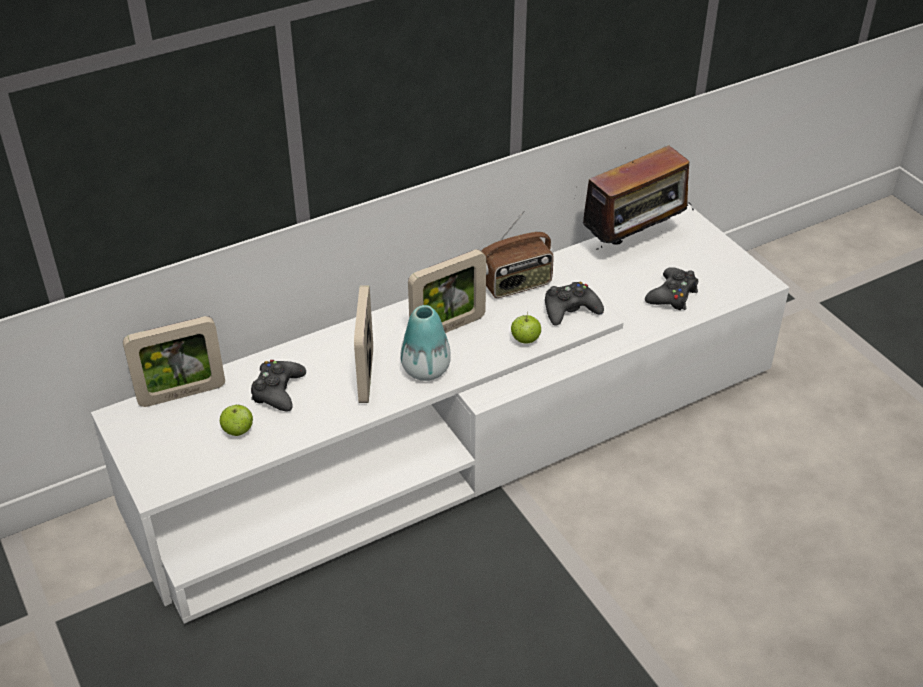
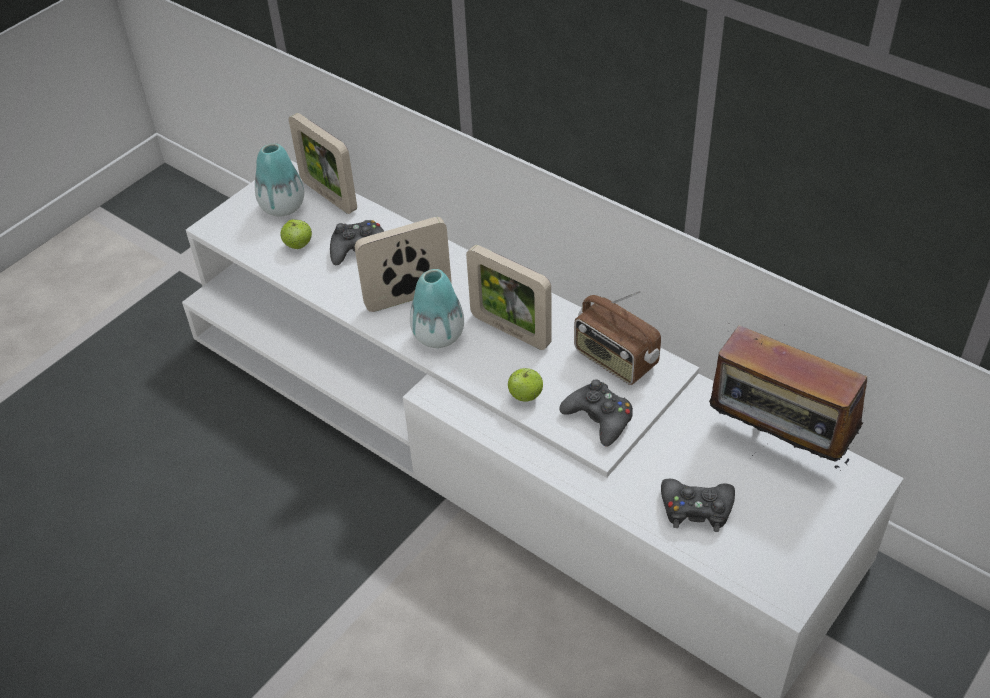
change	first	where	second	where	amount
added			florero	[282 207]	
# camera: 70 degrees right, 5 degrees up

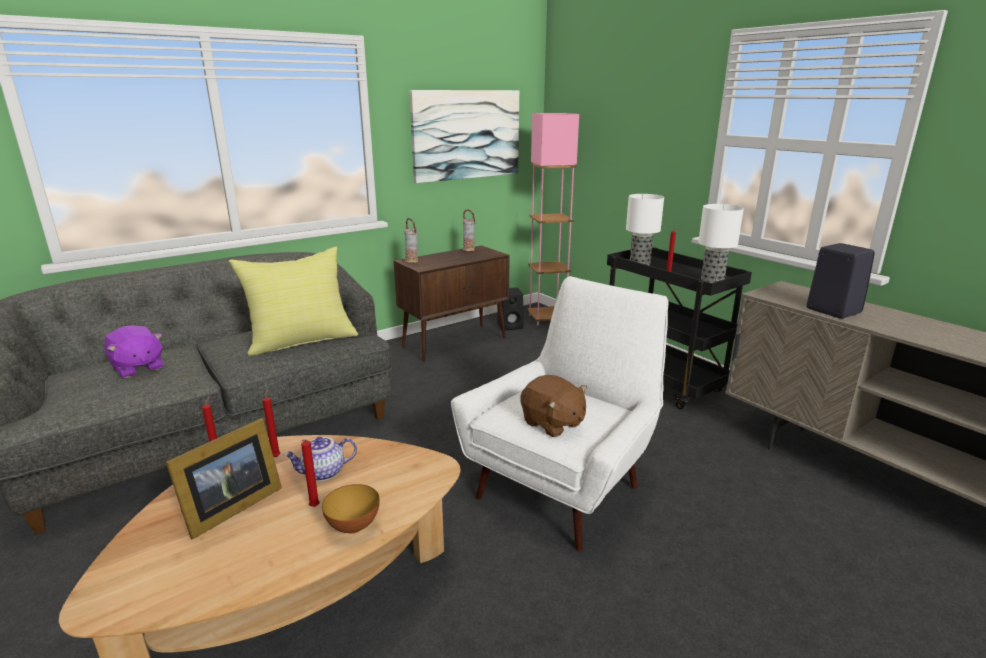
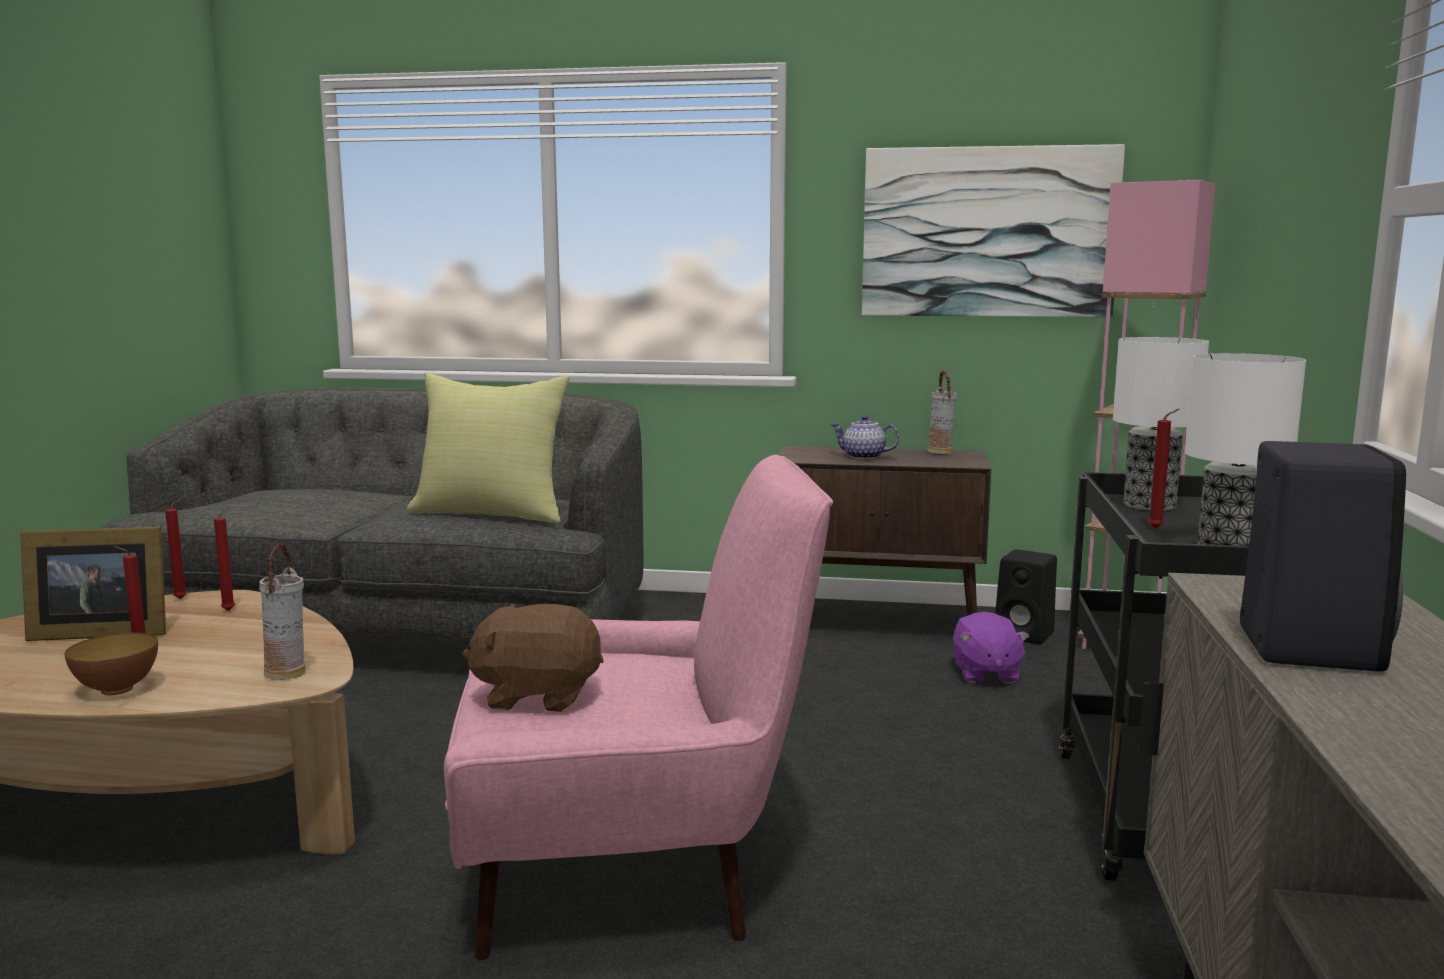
change	first	where	second	where	amount
moved	florero	[412 261]		[287 674]	
recoloured	sillón/blanco	[564 486]	sillón/rosa	[633 873]	
turned	peluche/marrón	[552 423]		[538 695]	90 degrees clockwise
moved	tetera	[323 473]		[863 457]	
moved	peluche/morado	[137 368]		[985 674]	
# camera: 45 degrees right, 10 degrees down

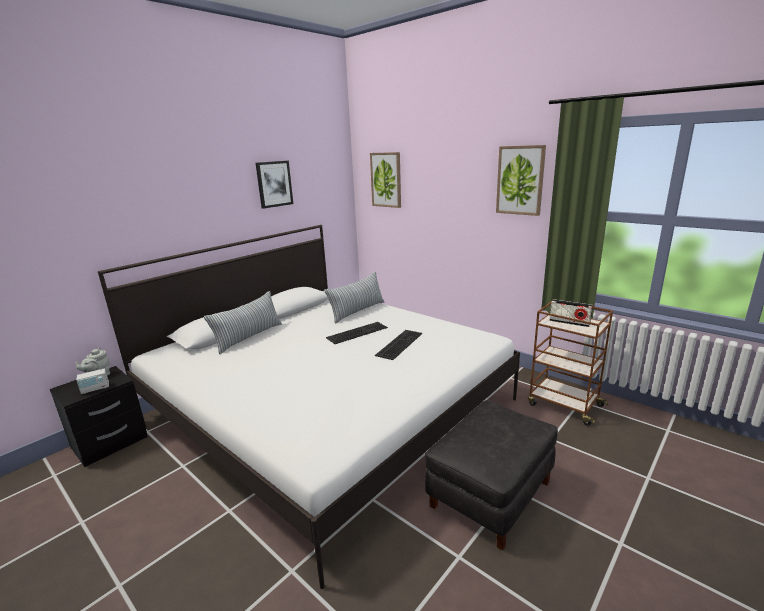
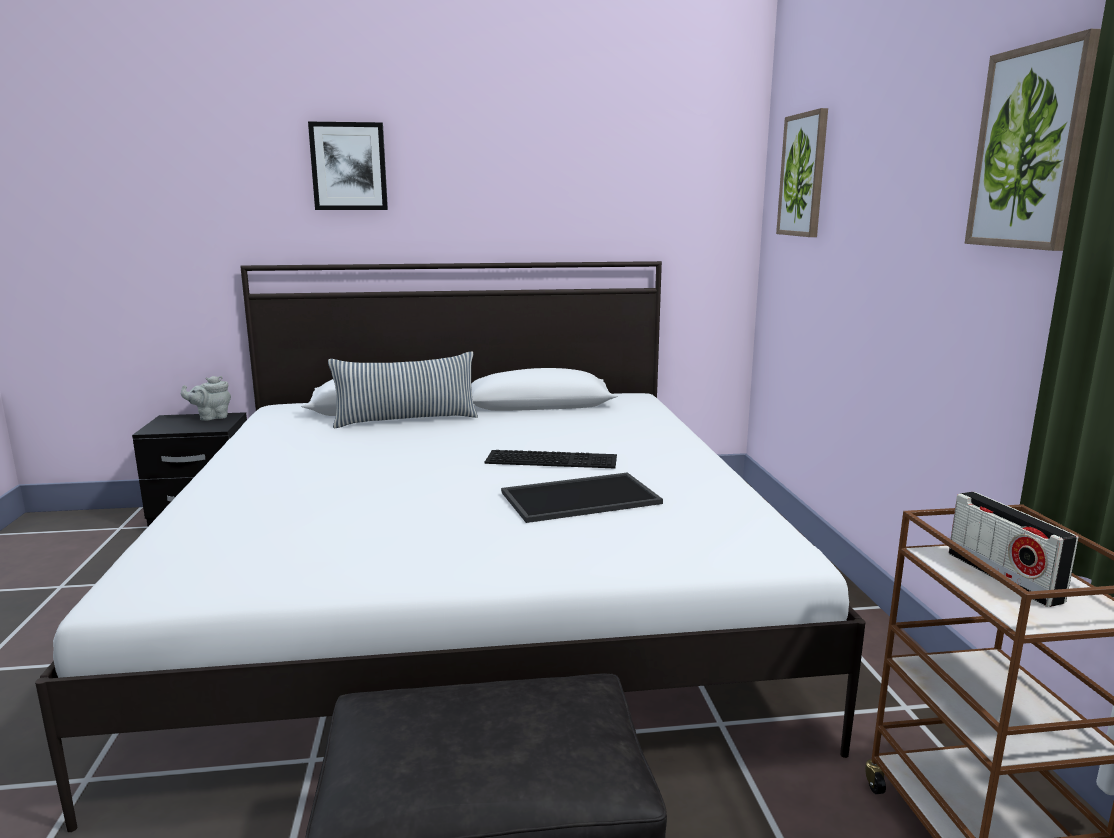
change	first	where	second	where	amount
moved	cuadro	[274 184]		[349 166]	
replaced	teclado	[398 343]	bandeja	[581 497]	
removed	radio	[95 389]			
removed	cojín	[357 311]			
# camera: 40 degrees right, 5 degrees down

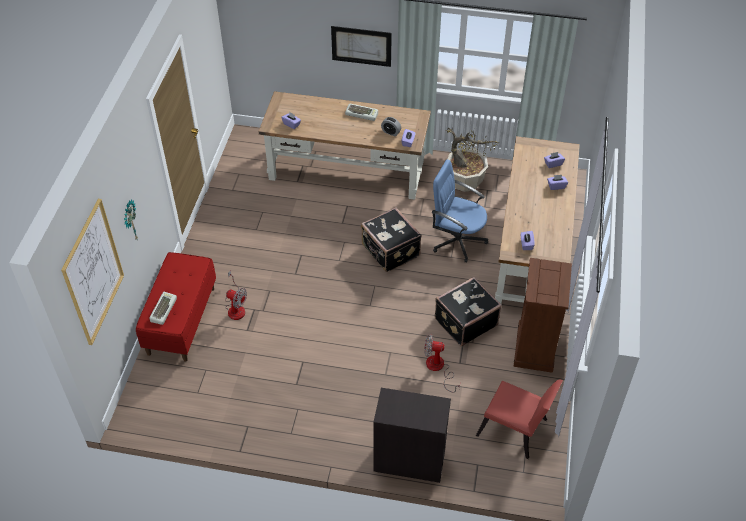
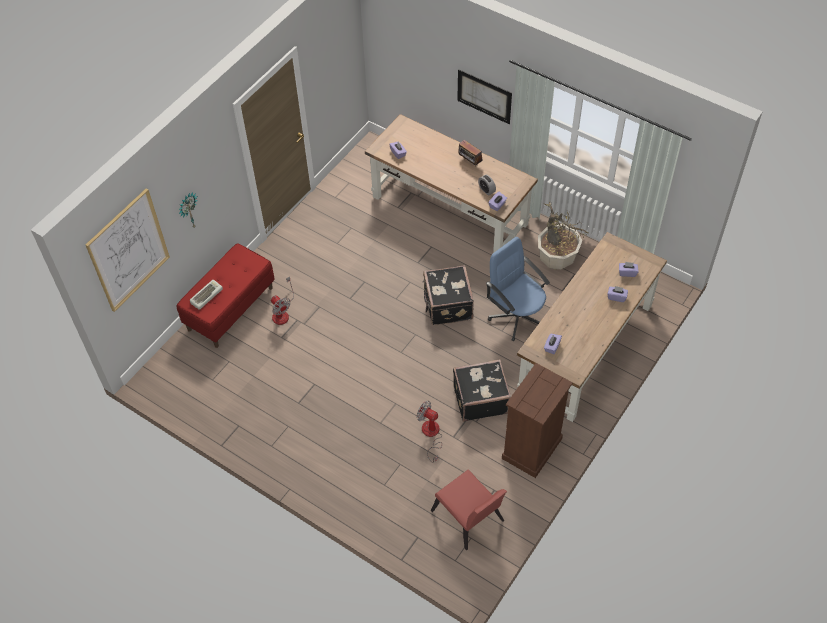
change	first	where	second	where	amount
replaced	teclado	[362 114]	radio	[469 162]	
removed	armario/negro	[409 460]			
# camera: 25 degrees right, 5 degrees up

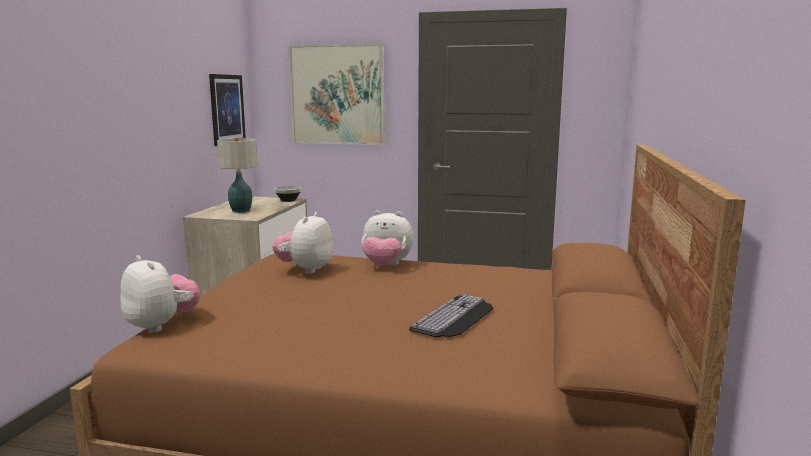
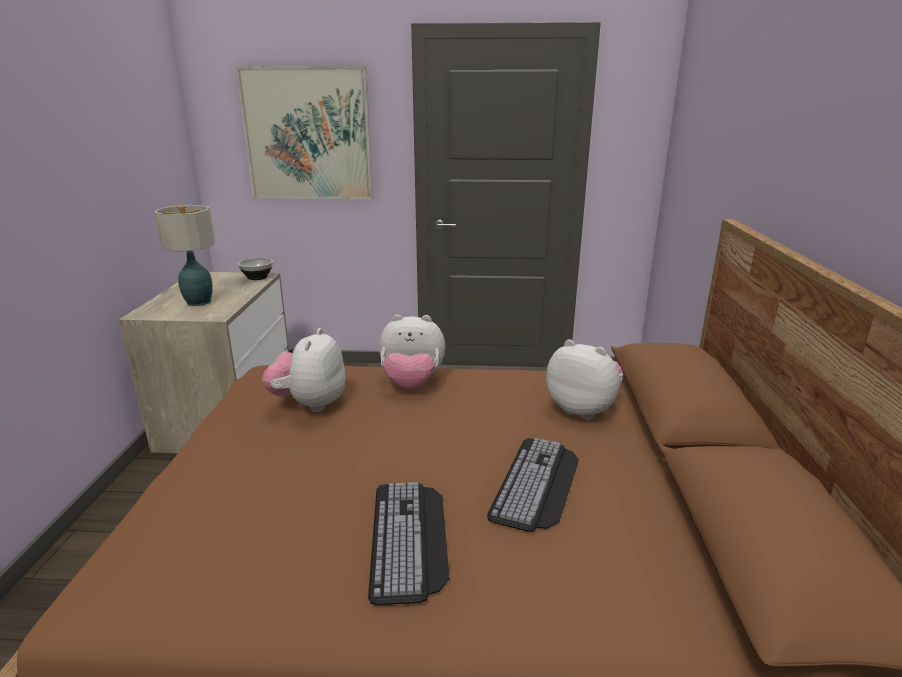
change	first	where	second	where	amount
added			teclado	[410 538]	
moved	peluche	[161 325]		[583 409]	
removed	cuadro	[227 109]			
# camera: 10 degrees left, 10 degrees up

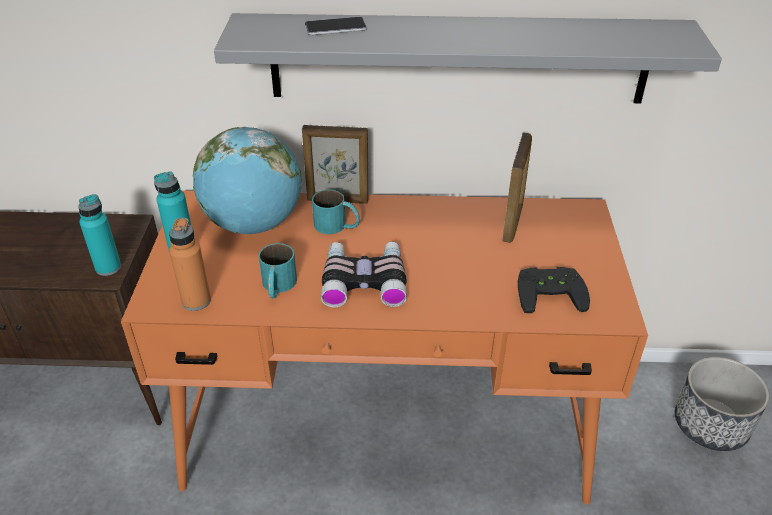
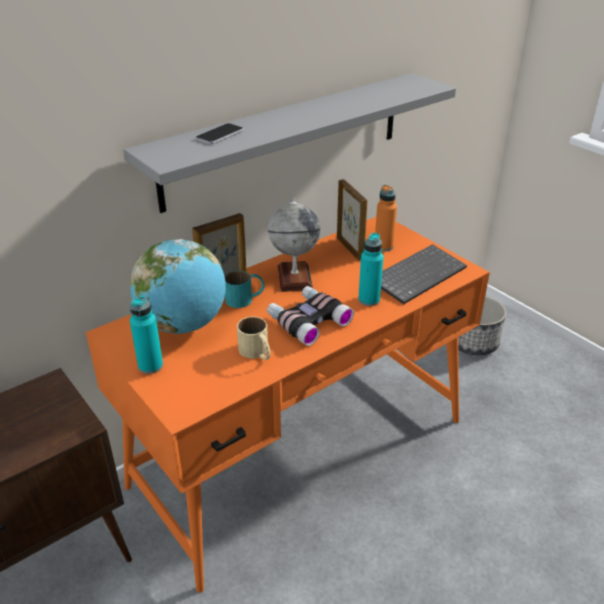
change	first	where	second	where	amount
recoloured	taza grande/turquesa	[277 287]	taza grande/beis	[257 353]	
added			globo terráqueo	[294 277]	
moved	botella/turquesa	[108 267]		[369 300]	
moved	botella/naranja	[196 301]		[383 246]	
replaced	mando de consola/negro	[549 291]	teclado	[417 274]	
# camera: 40 degrees left, 5 degrees down

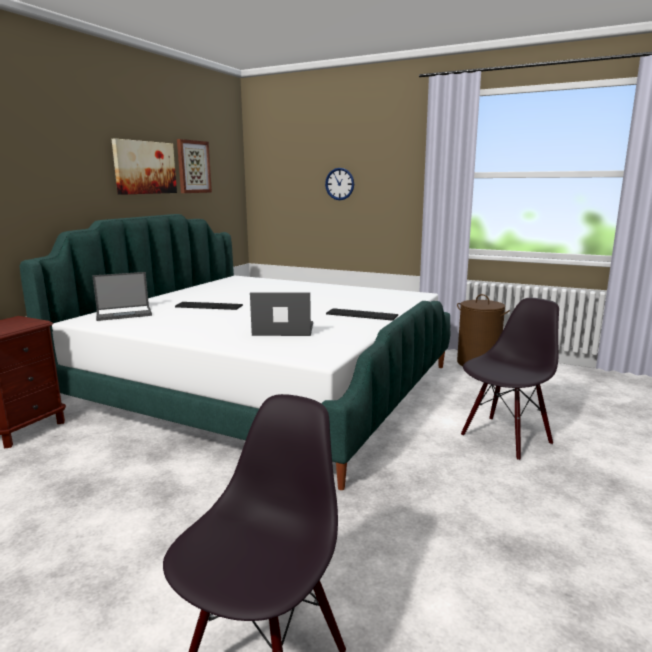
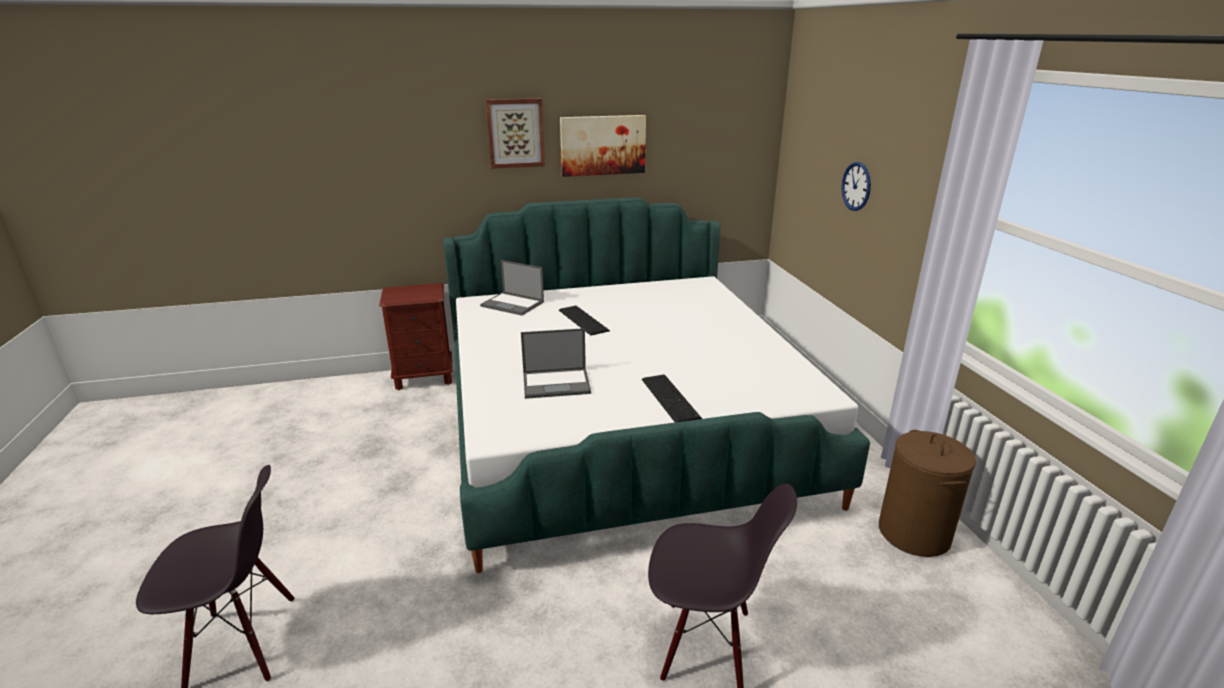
change	first	where	second	where	amount
moved	cuadro	[193 167]		[515 133]	
turned	portátil	[282 329]		[557 383]	120 degrees clockwise
# camera: 50 degrees right, 10 degrees up

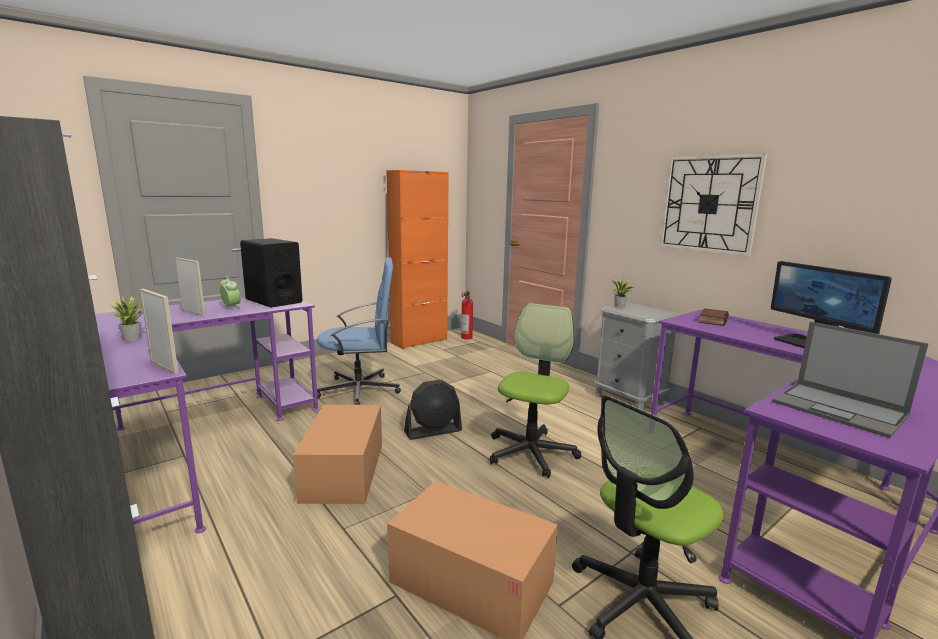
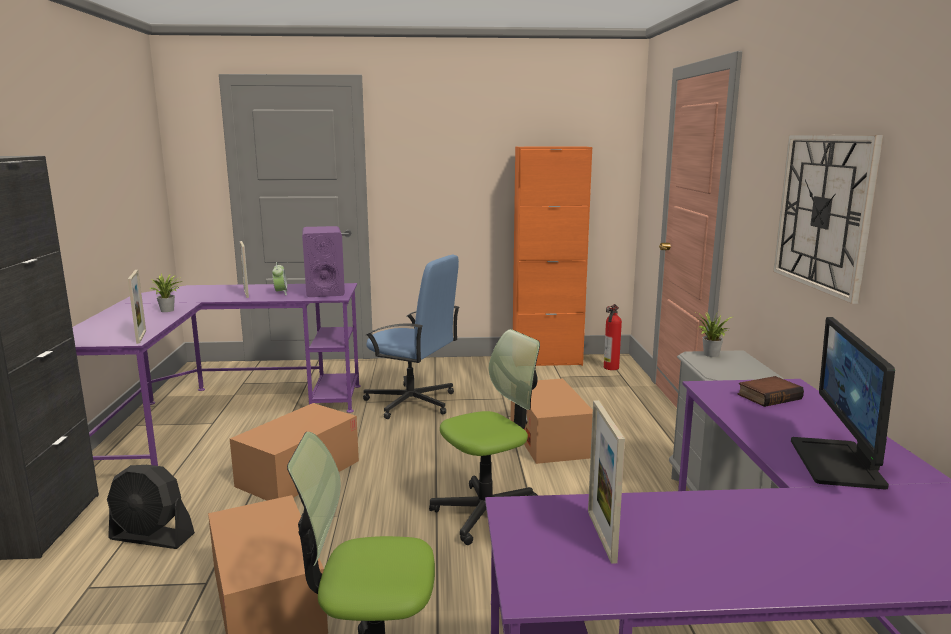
change	first	where	second	where	amount
moved	ventilador/negro	[433 431]		[152 537]	
recoloured	altavoz/negro	[273 301]	altavoz/morado	[325 291]	
added			caja de cartón	[549 439]	
replaced	portátil	[840 409]	portarretratos	[601 535]	
# camera: 35 degrees right, 0 degrees up

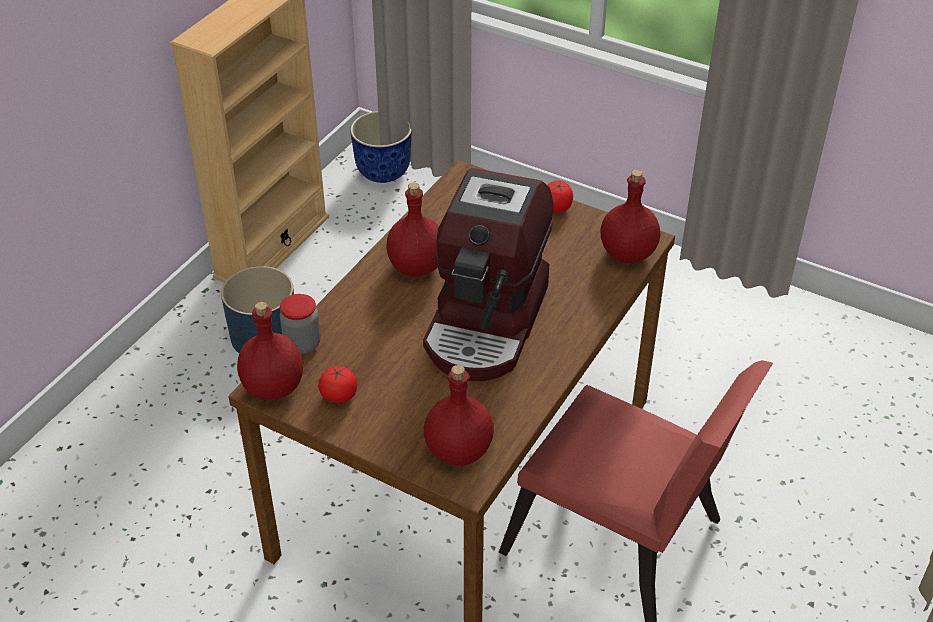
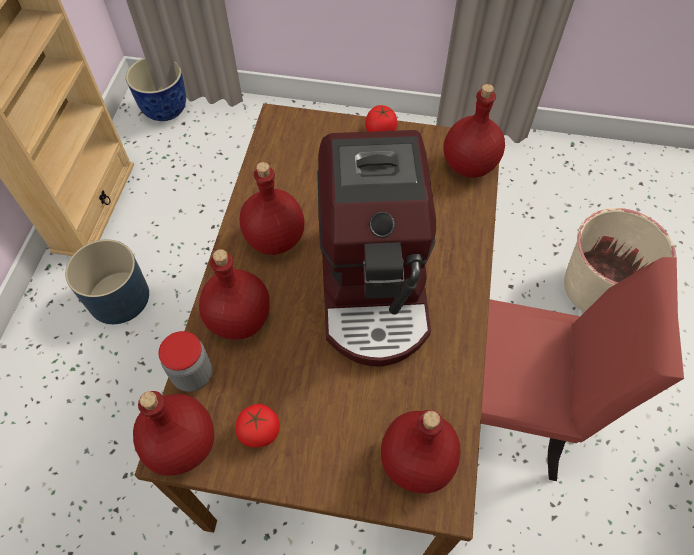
change	first	where	second	where	amount
added			botella/rojo	[240 318]	
added			cubo/beis	[600 288]	
# camera: 20 degrees left, 15 degrees up

